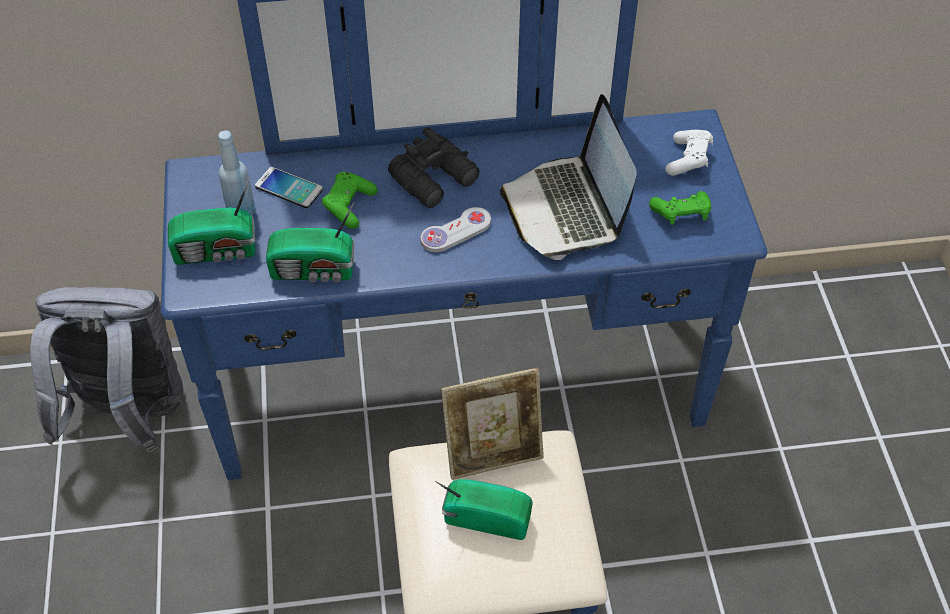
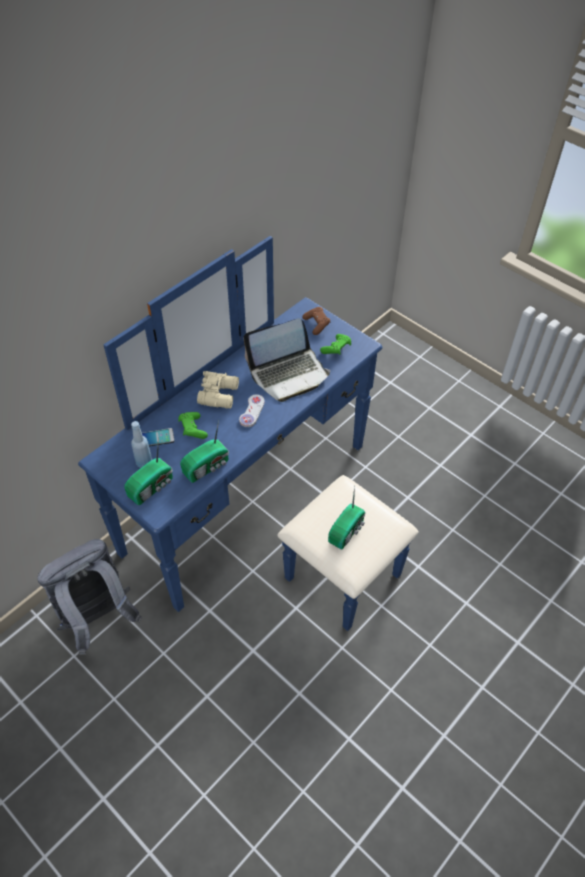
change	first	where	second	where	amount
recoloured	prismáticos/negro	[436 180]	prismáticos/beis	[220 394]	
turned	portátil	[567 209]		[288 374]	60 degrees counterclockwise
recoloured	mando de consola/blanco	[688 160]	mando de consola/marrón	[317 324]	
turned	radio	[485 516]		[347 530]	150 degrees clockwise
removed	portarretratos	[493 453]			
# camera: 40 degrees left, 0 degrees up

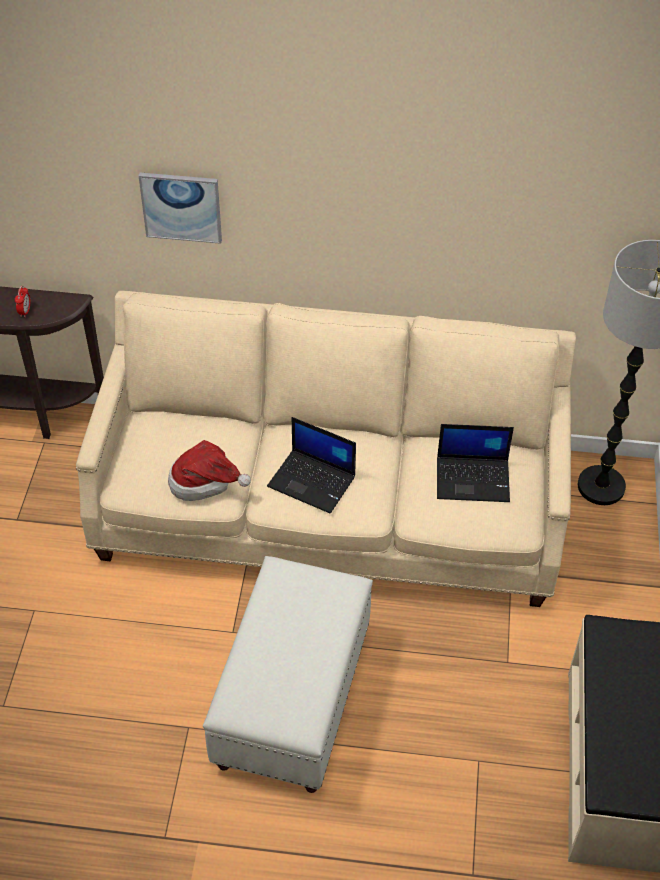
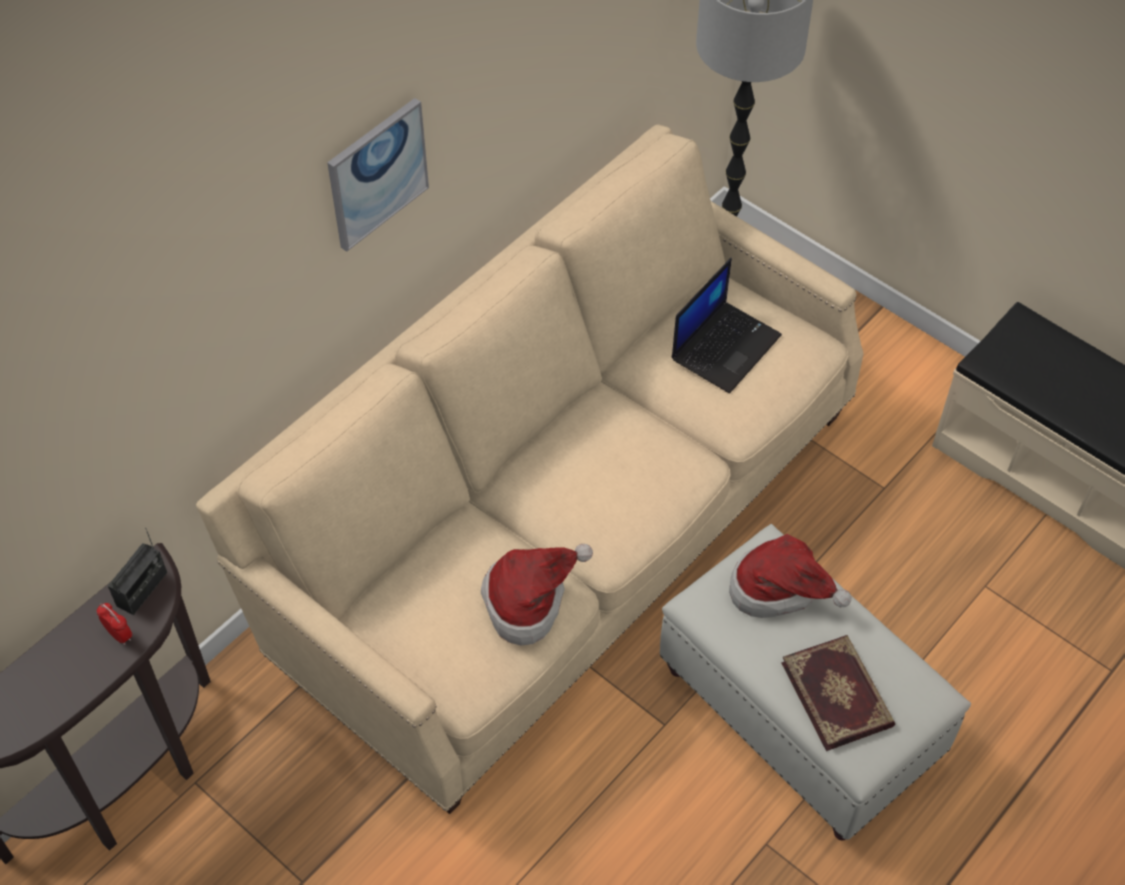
change	first	where	second	where	amount
added			radio	[142 589]	
moved	cuadro	[181 206]		[377 173]	
added			sombrero	[780 589]	
added			libro	[838 694]	
removed	portátil	[313 481]			
# camera: 55 degrees left, 5 degrees up

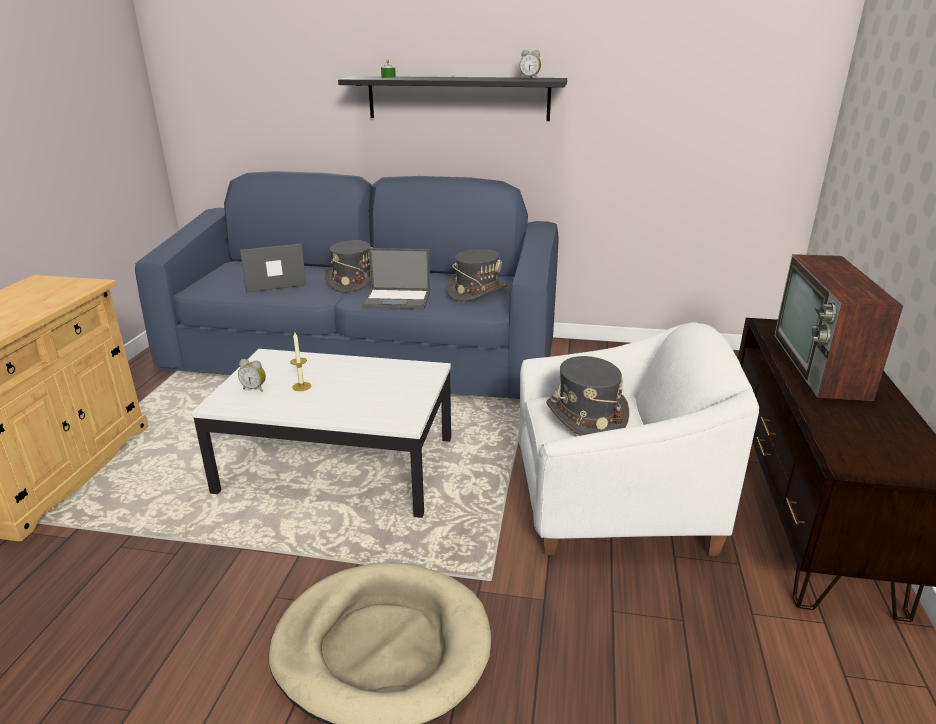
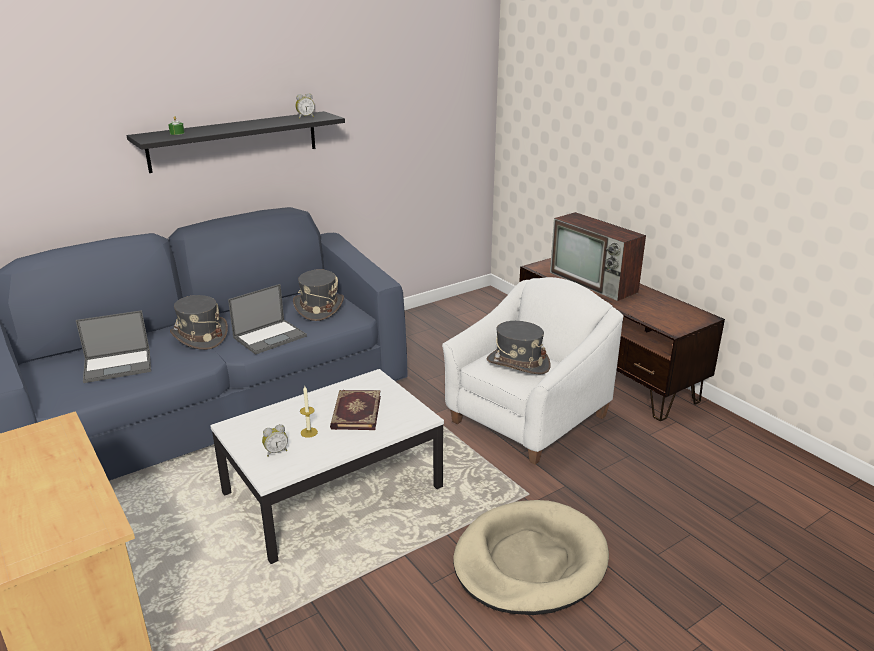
change	first	where	second	where	amount
turned	portátil	[273 282]		[119 365]	135 degrees counterclockwise
added			libro	[355 412]	
# camera: 45 degrees left, 0 degrees up

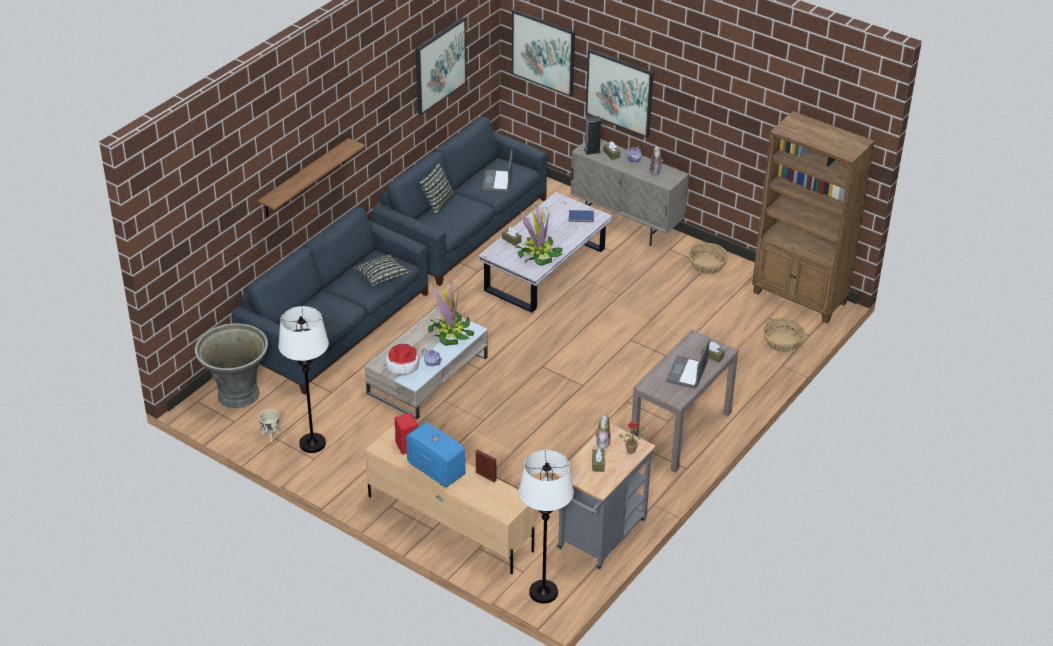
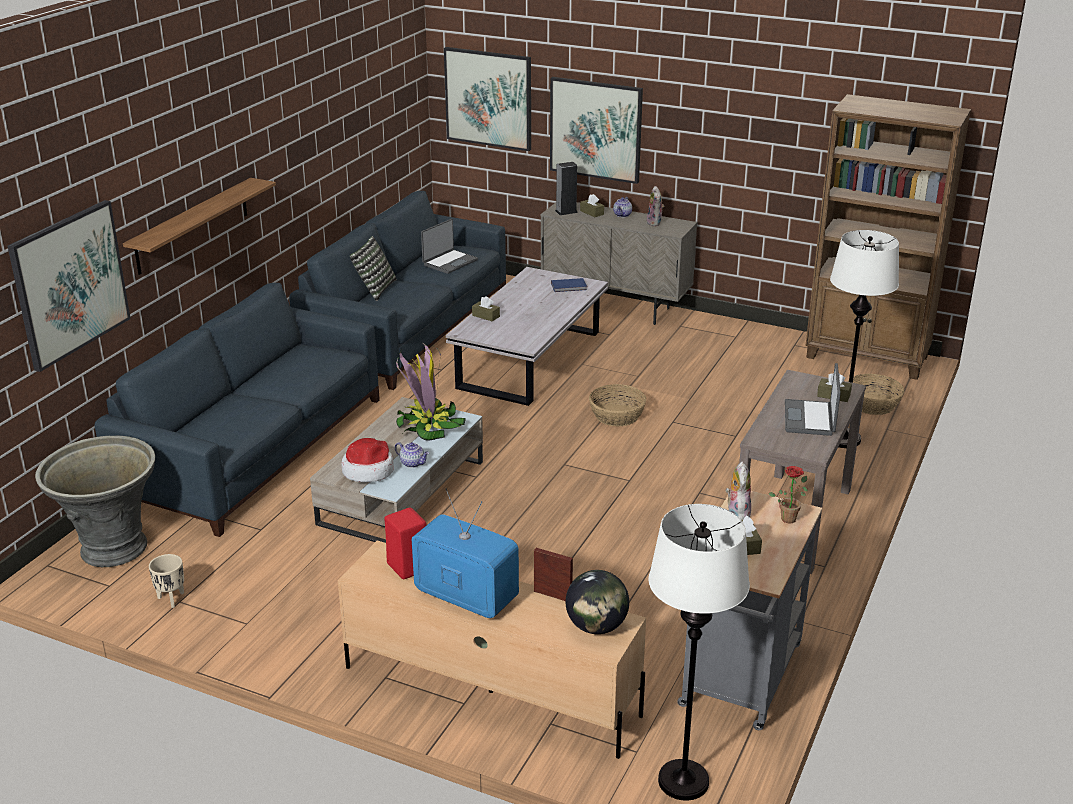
change	first	where	second	where	amount
moved	cuadro	[439 65]		[70 283]	
turned	portátil	[498 182]		[449 262]	135 degrees counterclockwise
added			globo terráqueo	[596 627]	
moved	cesta	[707 265]		[617 415]	
moved	lámpara de pie/blanco	[312 443]		[842 439]	
removed	cojín	[382 277]			
removed	planta en maceta	[538 254]			
# camera: 10 degrees left, 10 degrees down

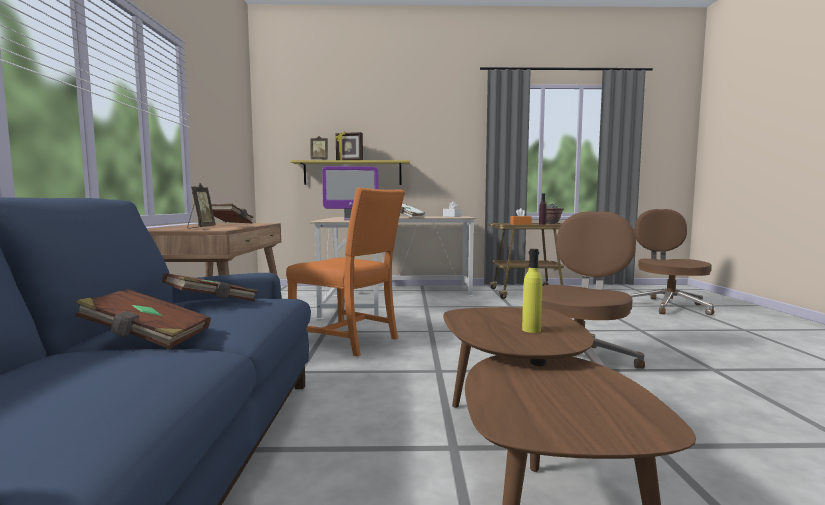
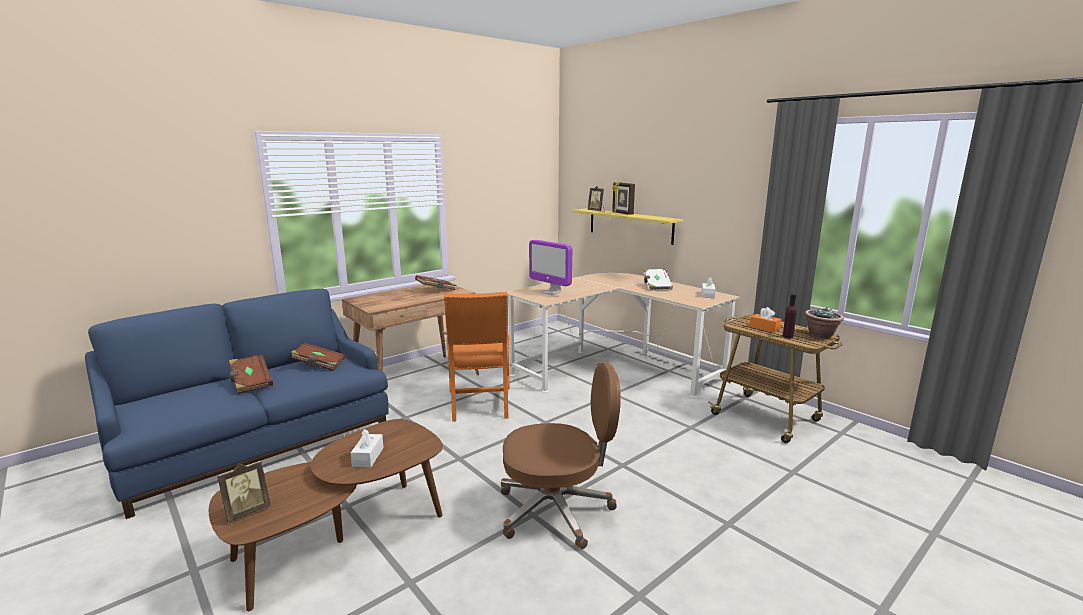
change	first	where	second	where	amount
moved	portarretratos	[201 228]		[247 511]	
replaced	botella/amarillo	[531 330]	caja de pañuelos/blanco	[368 457]	
removed	silla de oficina/marrón	[668 306]			
# camera: 50 degrees right, 10 degrees up

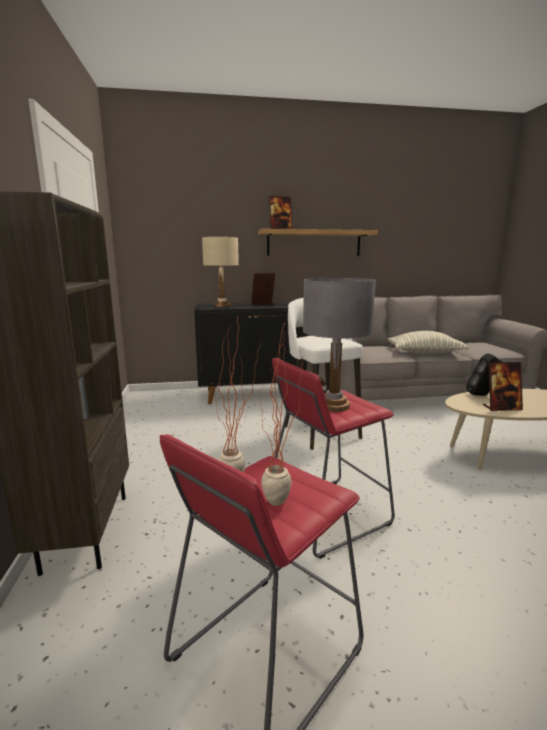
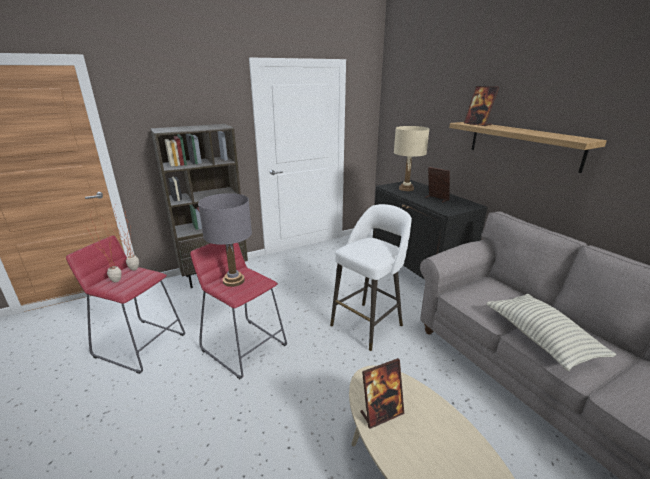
change	first	where	second	where	amount
turned	portarretratos	[501 408]		[381 413]	90 degrees counterclockwise
removed	altavoz/negro	[482 395]			
# camera: 70 degrees right, 10 degrees up

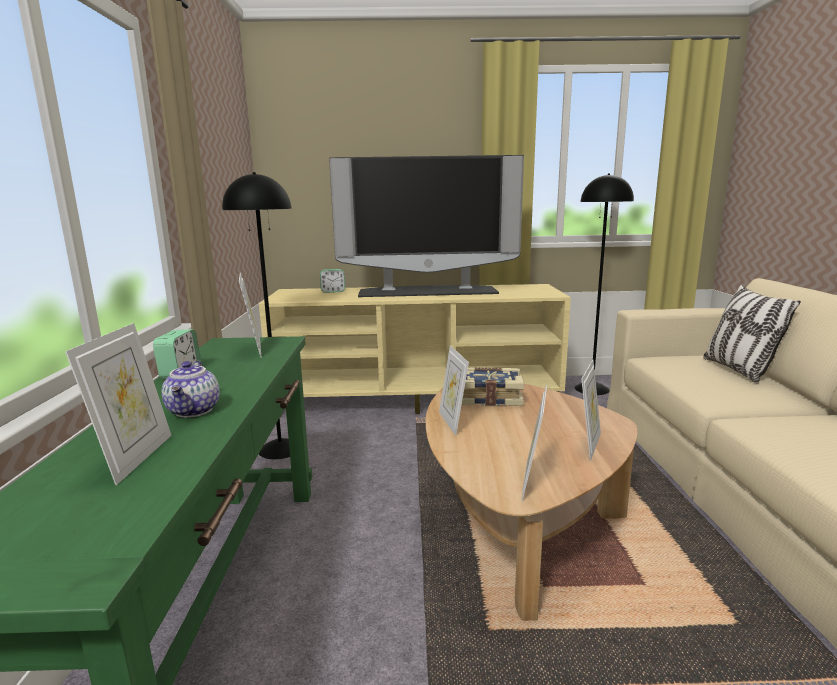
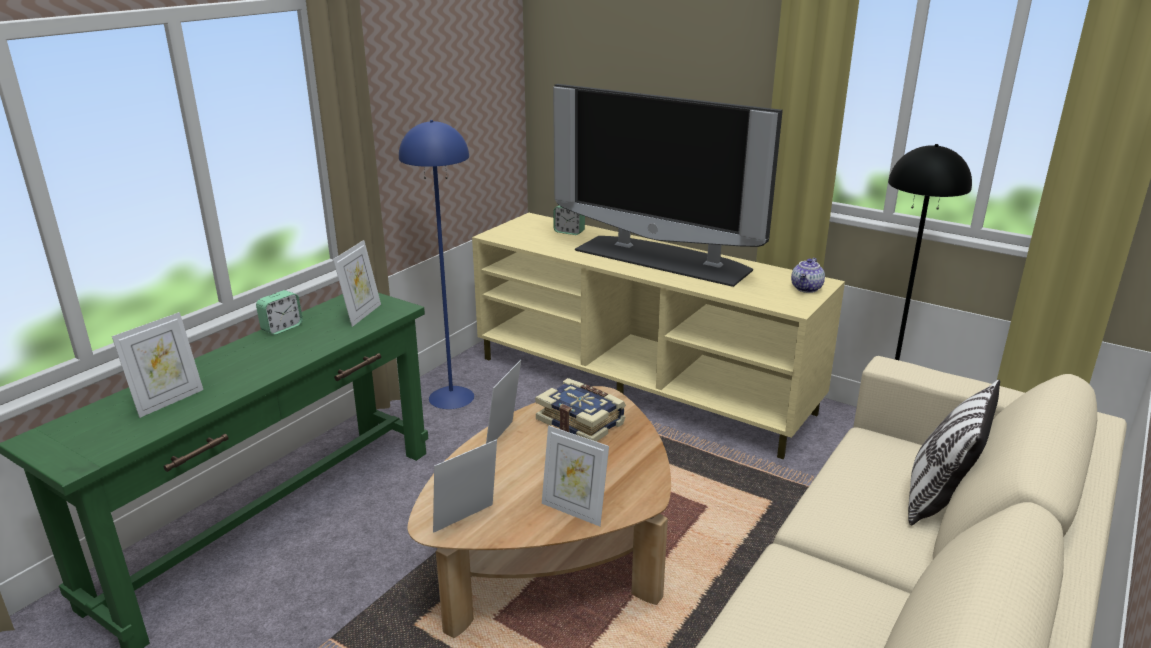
change	first	where	second	where	amount
recoloured	lámpara de pie/negro	[280 448]	lámpara de pie/azul	[451 397]	
turned	portarretratos	[588 445]		[574 511]	60 degrees clockwise
moved	tetera	[195 411]		[807 289]	
# camera: 35 degrees right, 10 degrees up

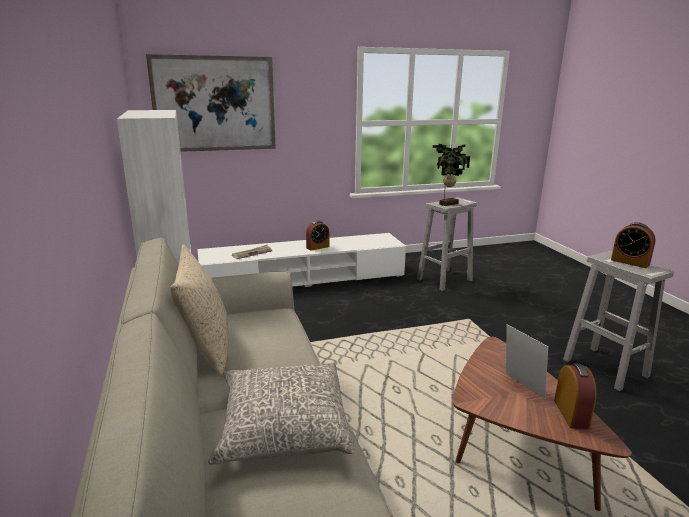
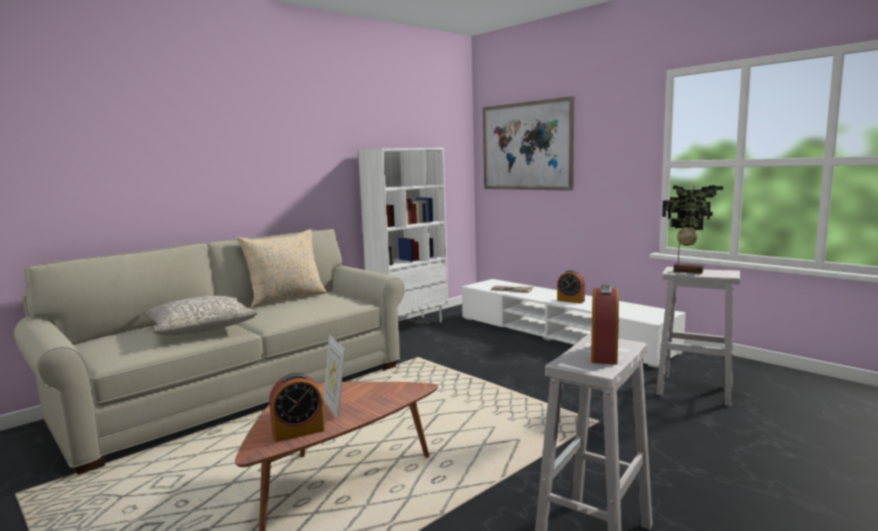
change	first	where	second	where	amount
turned	portarretratos	[521 387]		[335 406]	120 degrees clockwise
# camera: 65 degrees right, 10 degrees down

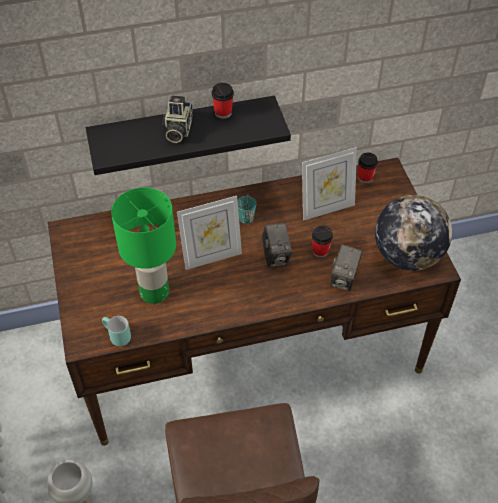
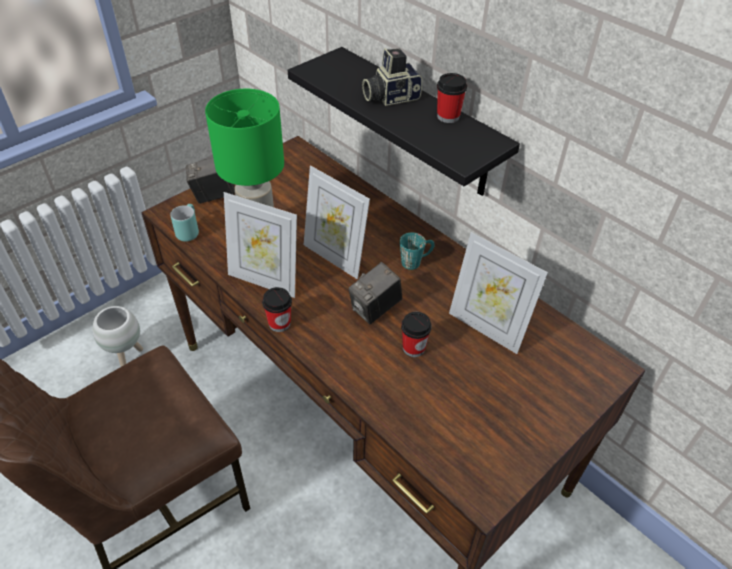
change	first	where	second	where	amount
moved	cámara	[344 278]		[213 196]	
added			portarretratos	[264 280]	
moved	taza	[365 177]		[279 323]	
removed	globo terráqueo	[407 256]			
# camera: 60 degrees right, 5 degrees down

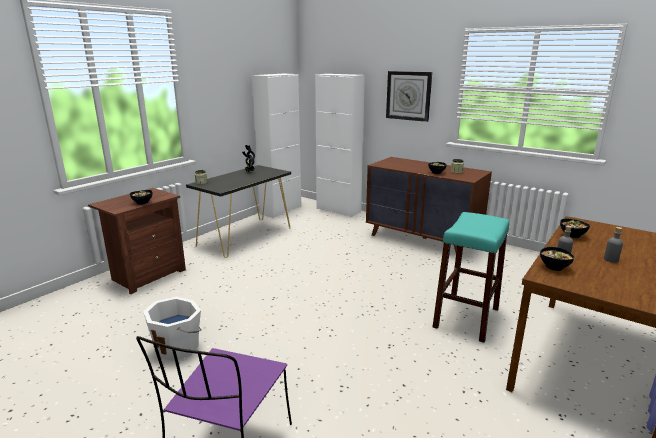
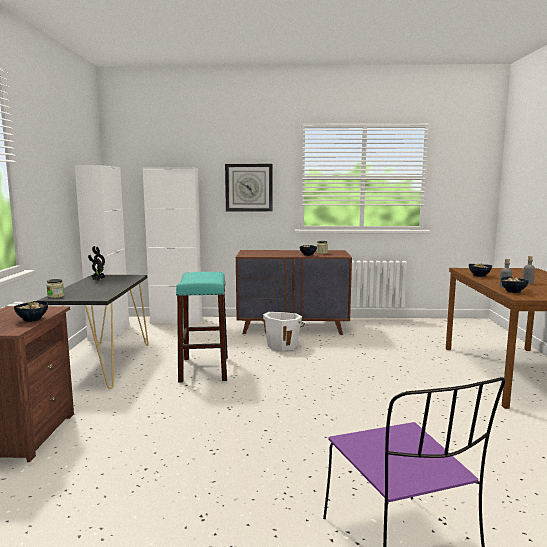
change	first	where	second	where	amount
moved	taburete/turquesa	[466 317]		[204 369]	
moved	cubo/blanco	[178 347]		[282 345]	
# camera: 35 degrees left, 10 degrees down

